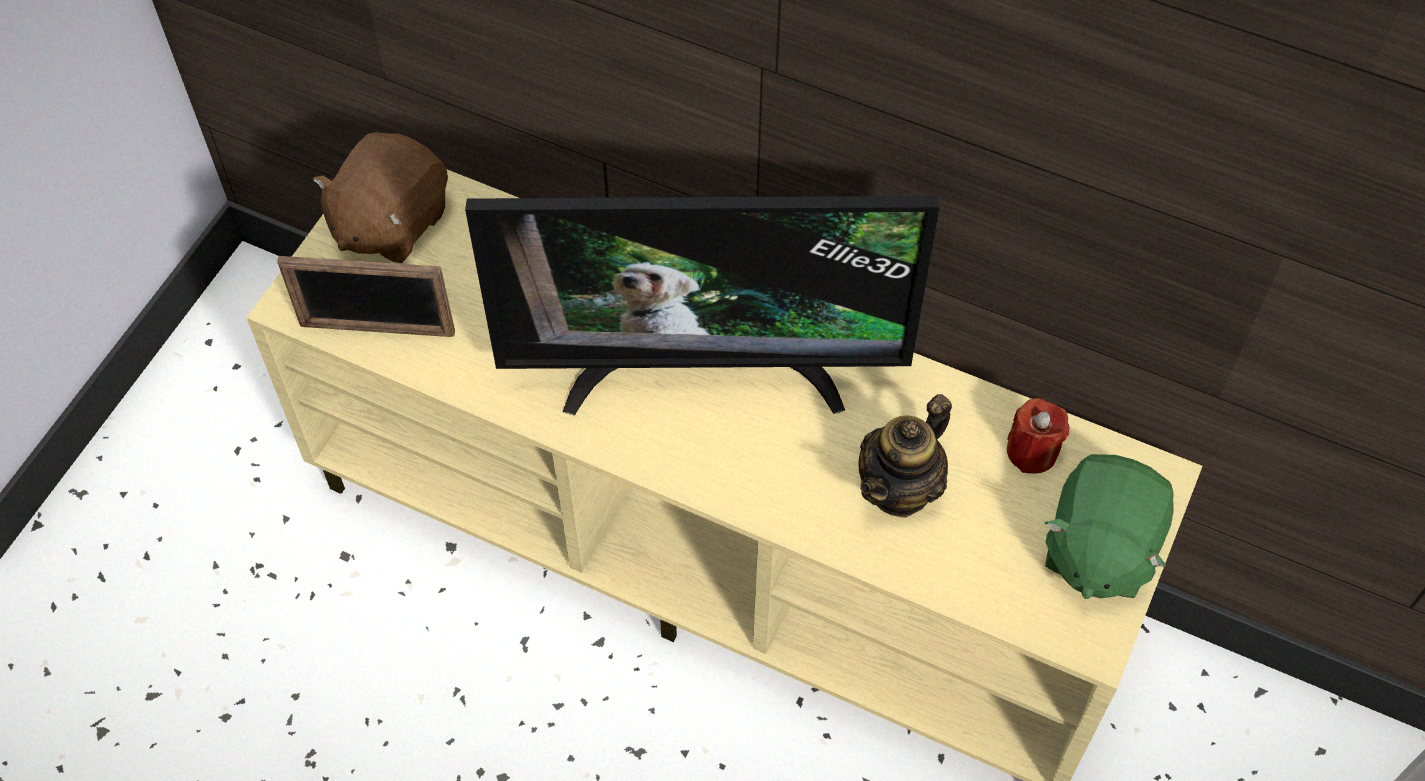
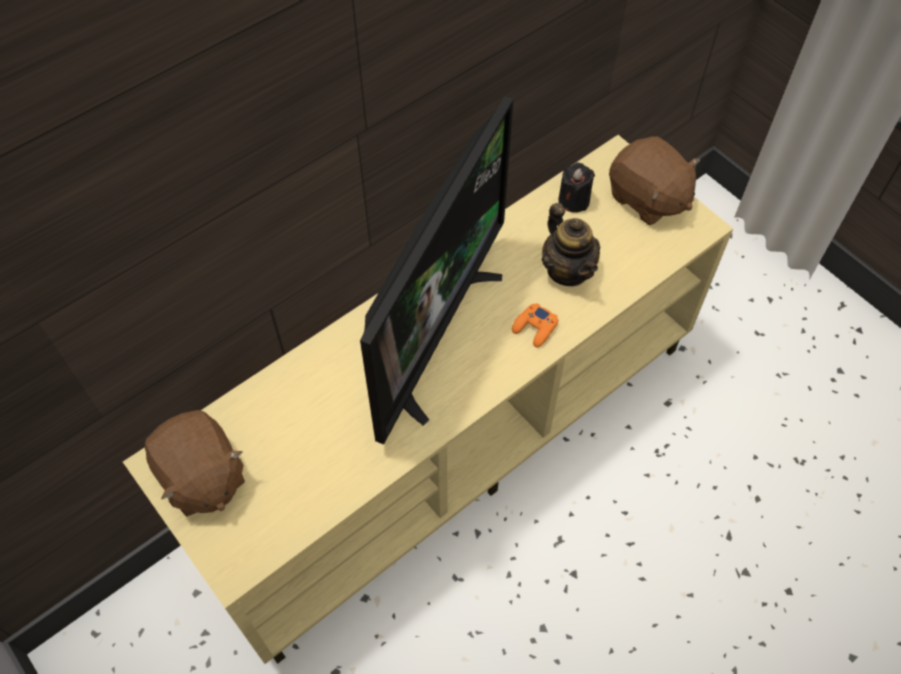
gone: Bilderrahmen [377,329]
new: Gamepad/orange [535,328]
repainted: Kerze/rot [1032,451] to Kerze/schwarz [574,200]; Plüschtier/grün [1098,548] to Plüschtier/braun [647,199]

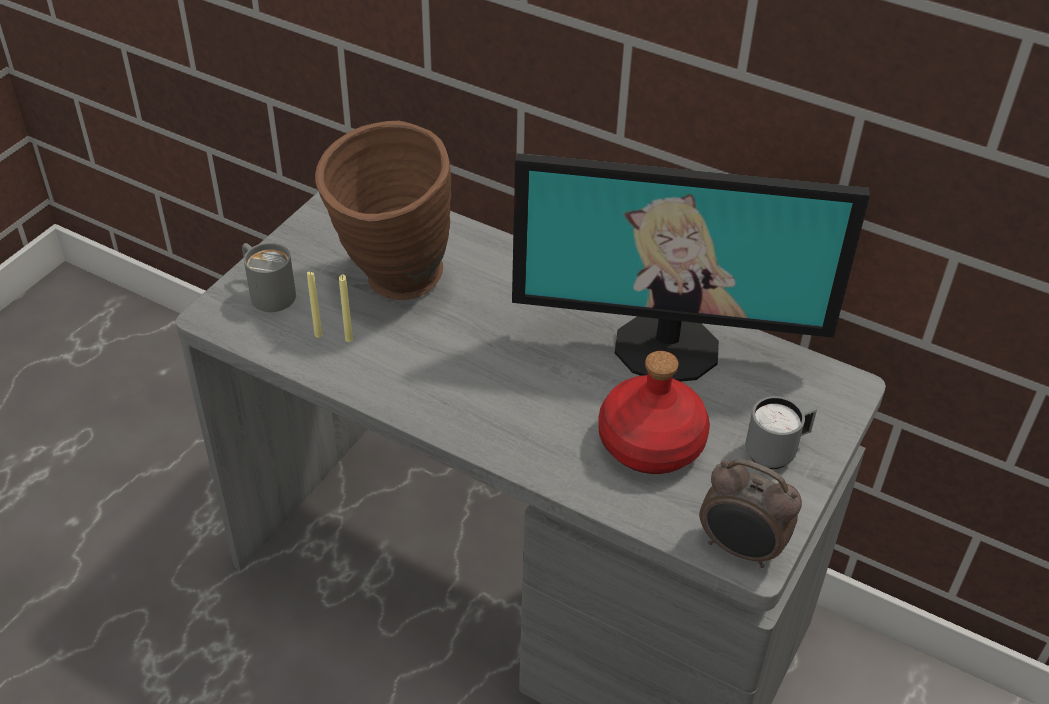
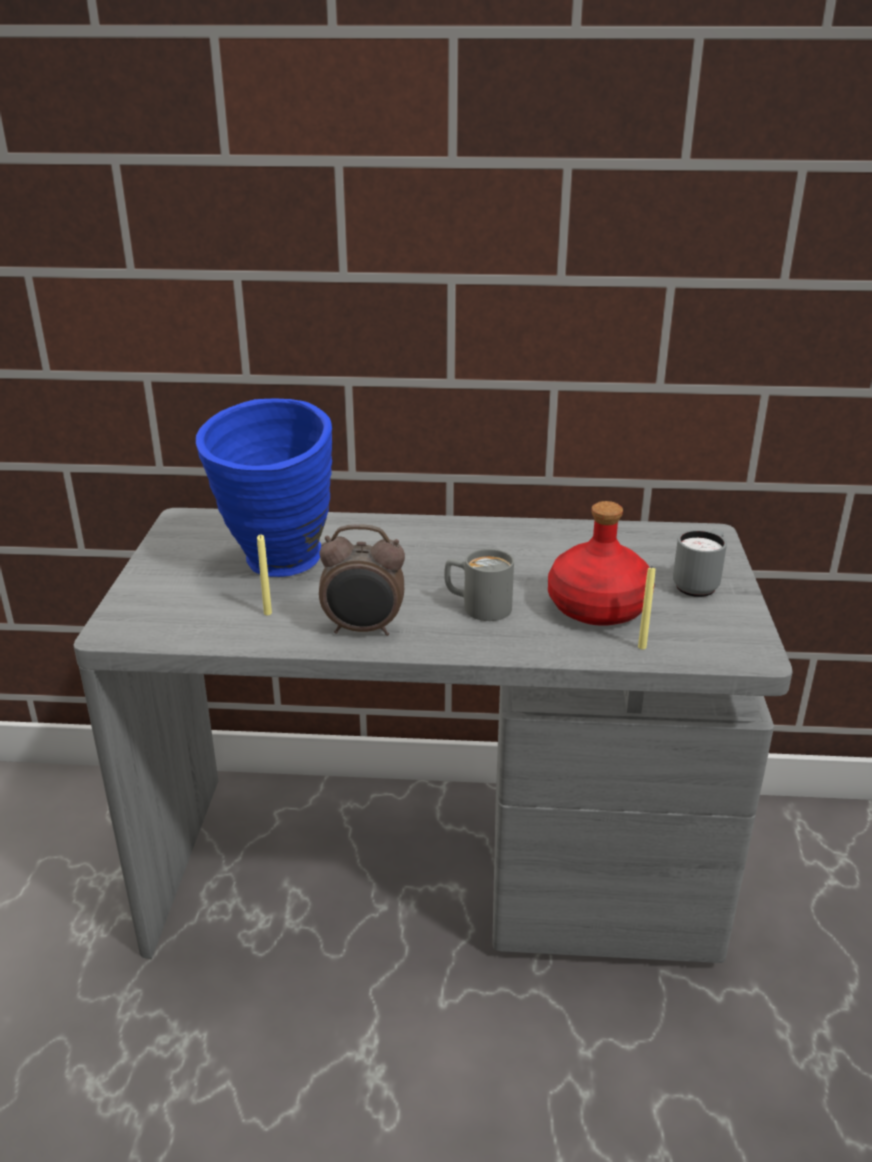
gone: Monitor [667,346]
shifted: Wecker [740,549] to [363,630]; Henkelbecher/grau [267,292] to [477,606]; Kerze/gelb [318,335] to [642,647]
repainted: Vase/braun [391,285] to Vase/blau [277,568]

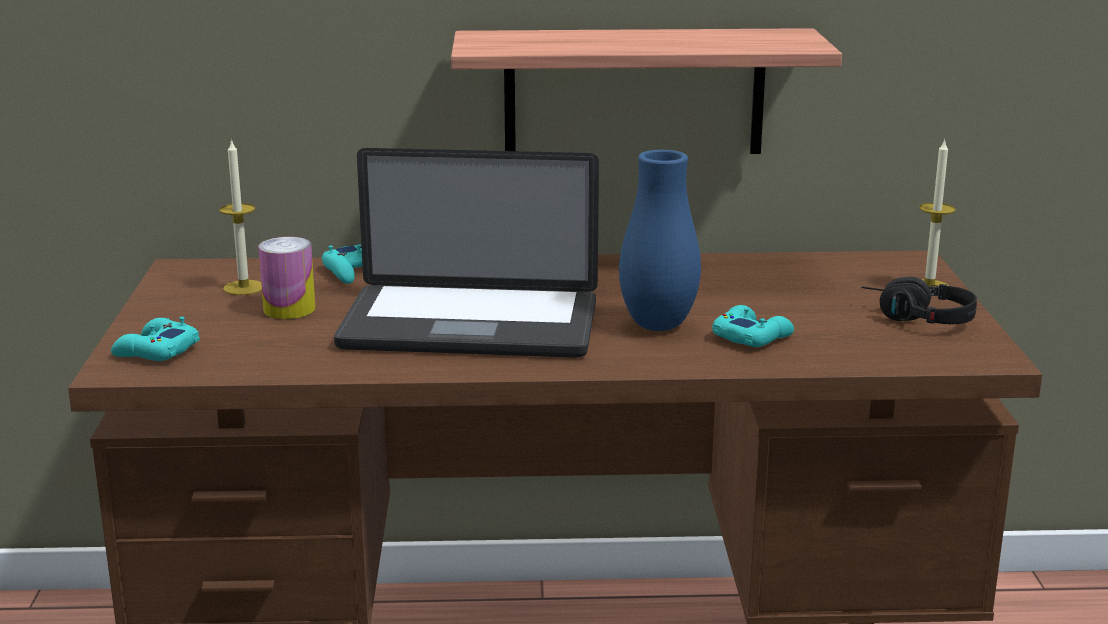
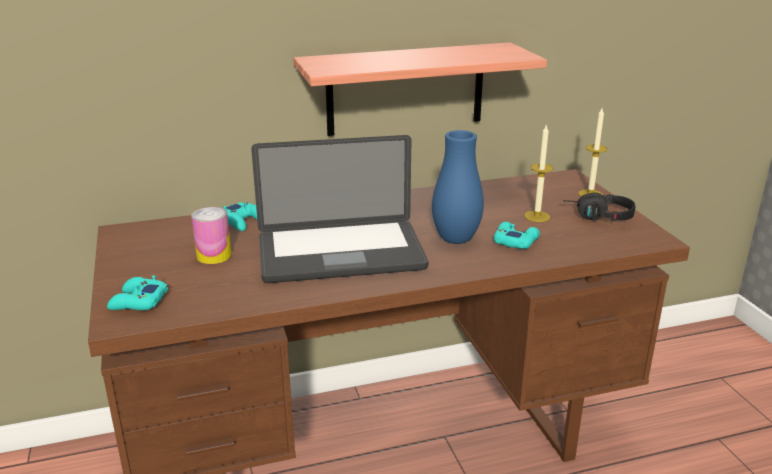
shifted: Kerze [244,288] to [537,216]

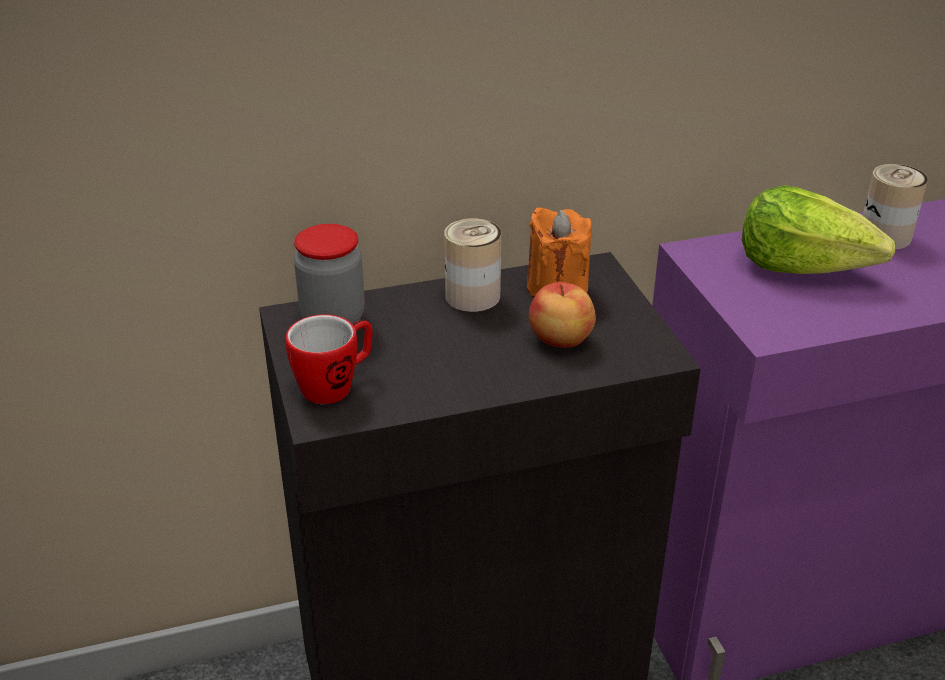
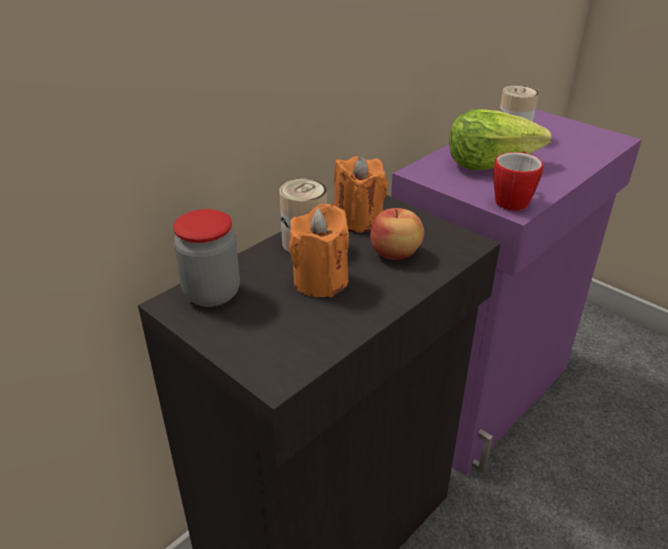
new: Kerze/orange [320,281]
shifted: Henkelbecher [336,385] to [513,199]

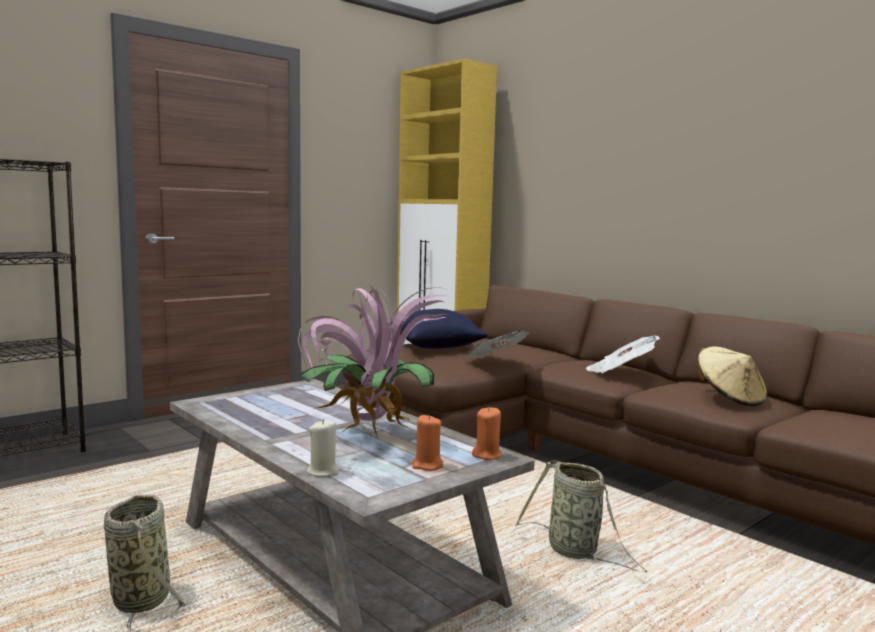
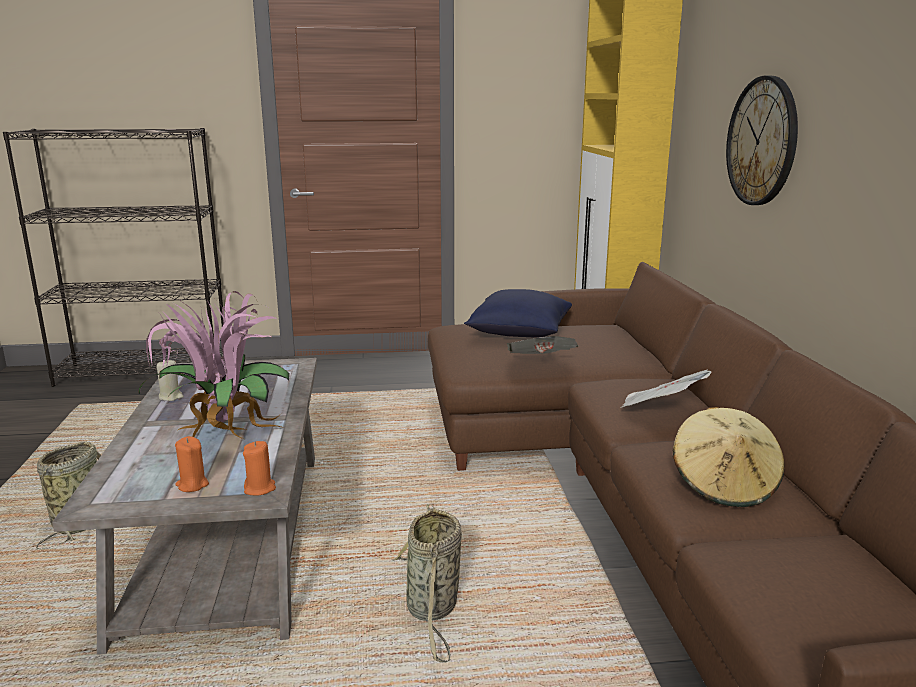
new: Wanduhr [762,141]
shifted: Kerze/beige [323,472] to [171,397]

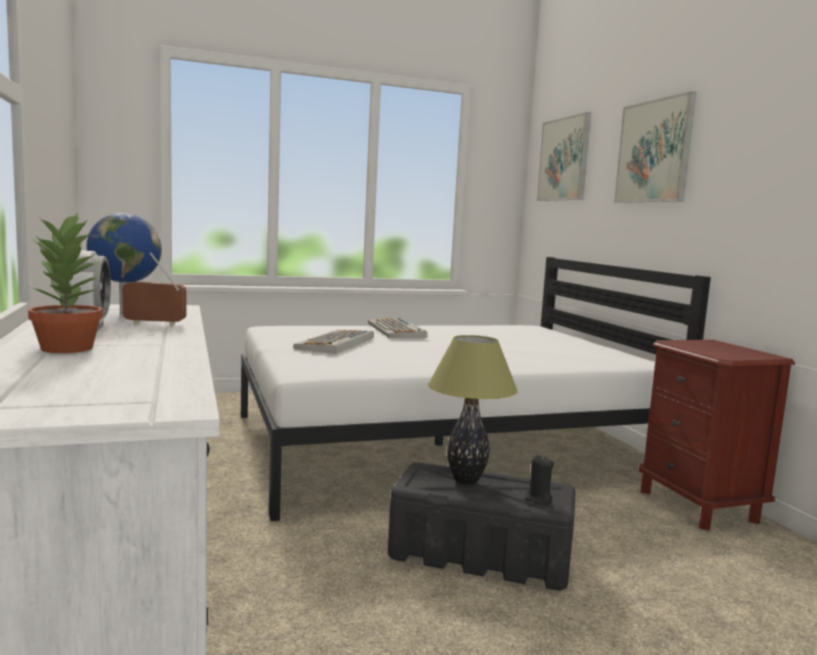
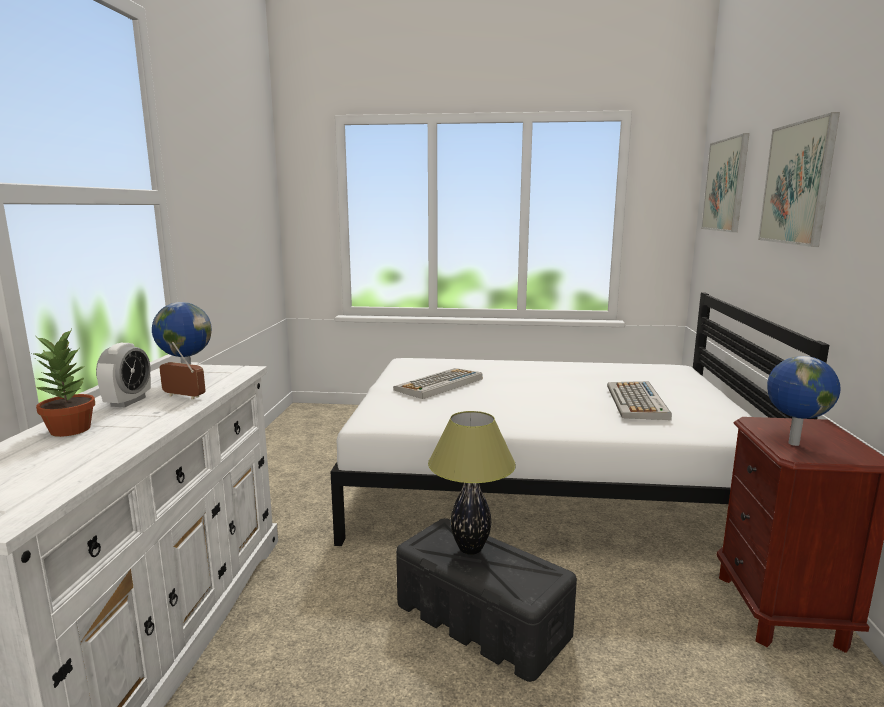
gone: Kerze/schwarz [538,499]
new: Globus [792,443]
shifted: Tastatur [397,330] to [637,402]

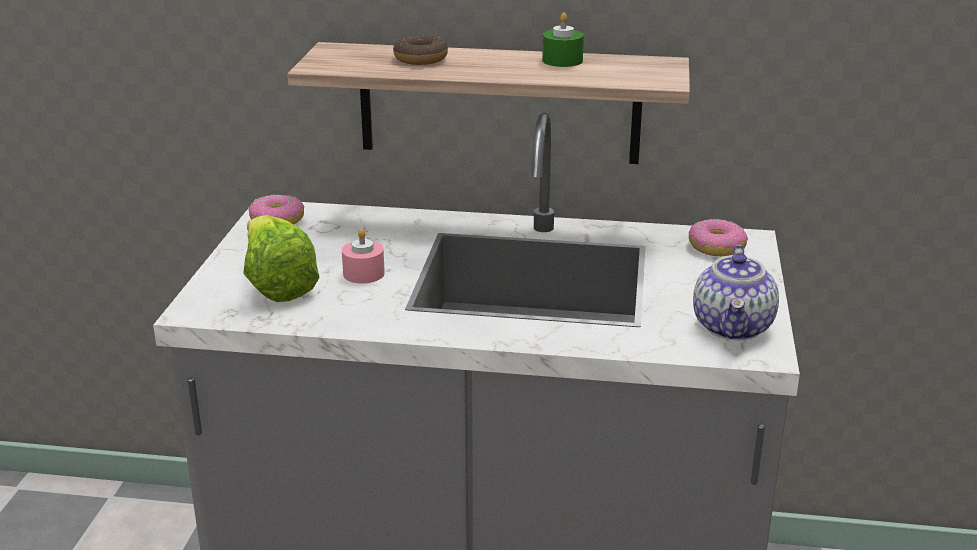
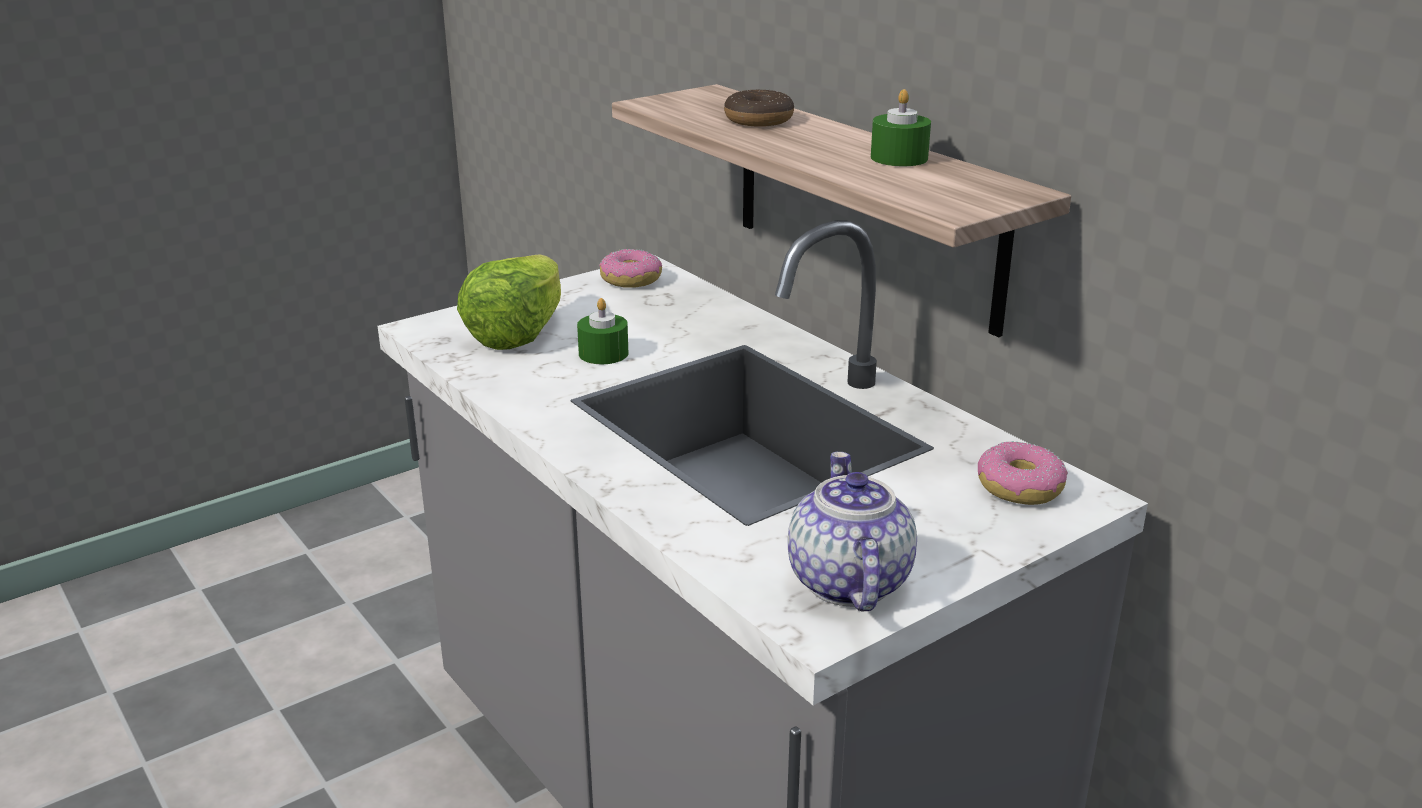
repainted: Kerze/rosa [363,273] to Kerze/grün [603,353]
rotated: Teekanne [734,327] = [847,581] 120 degrees clockwise

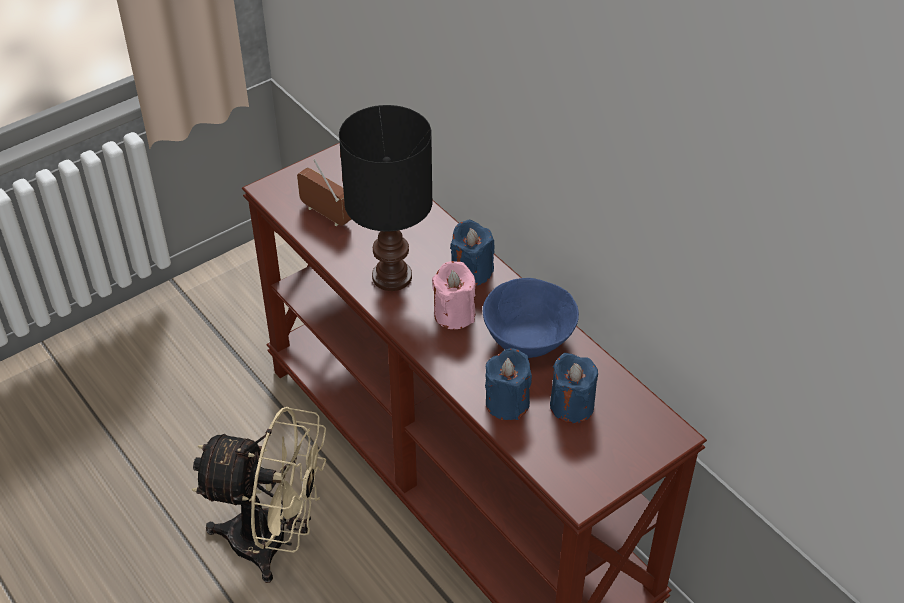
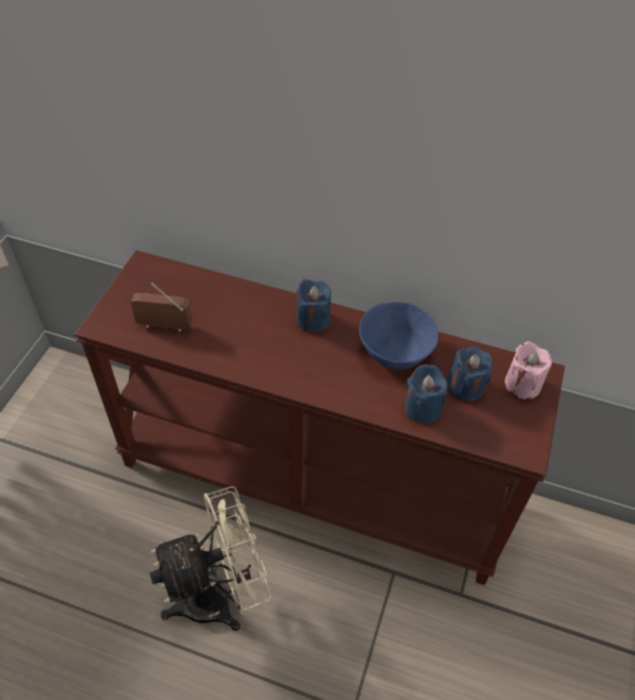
gone: Tischlampe/schwarz [390,276]
shifted: Kerze/rosa [454,314] to [522,385]

